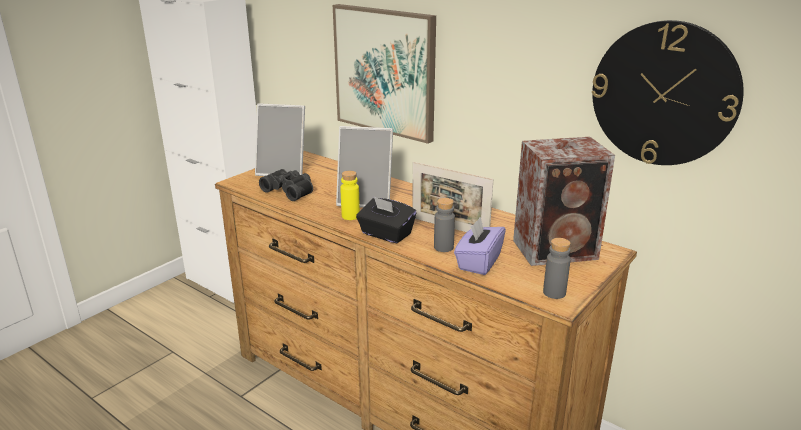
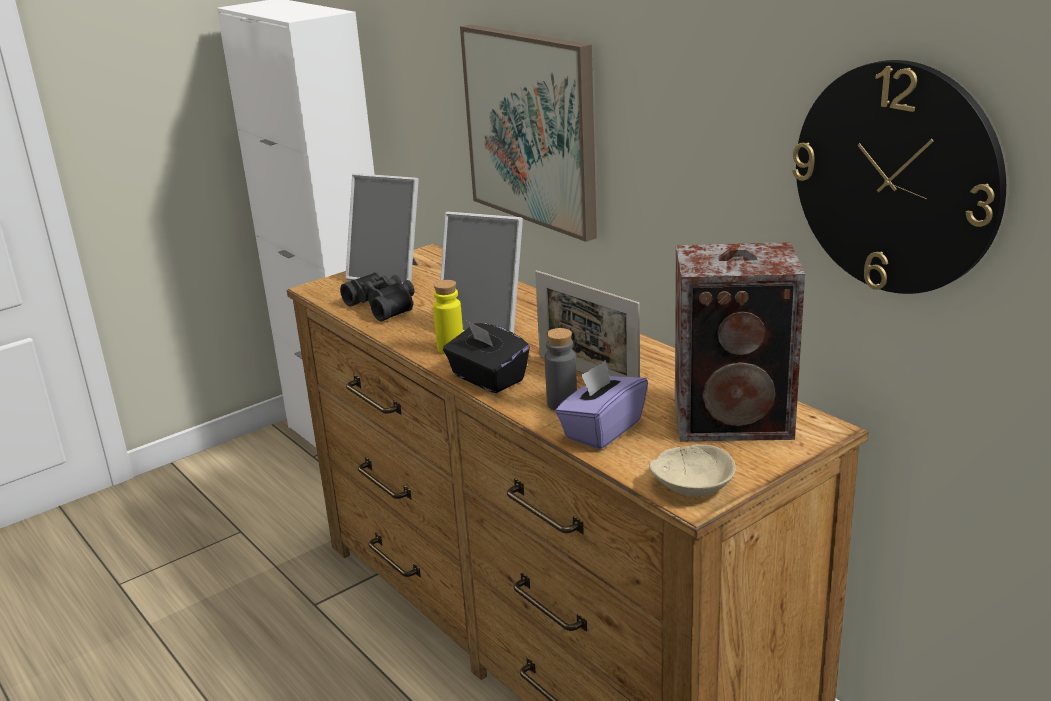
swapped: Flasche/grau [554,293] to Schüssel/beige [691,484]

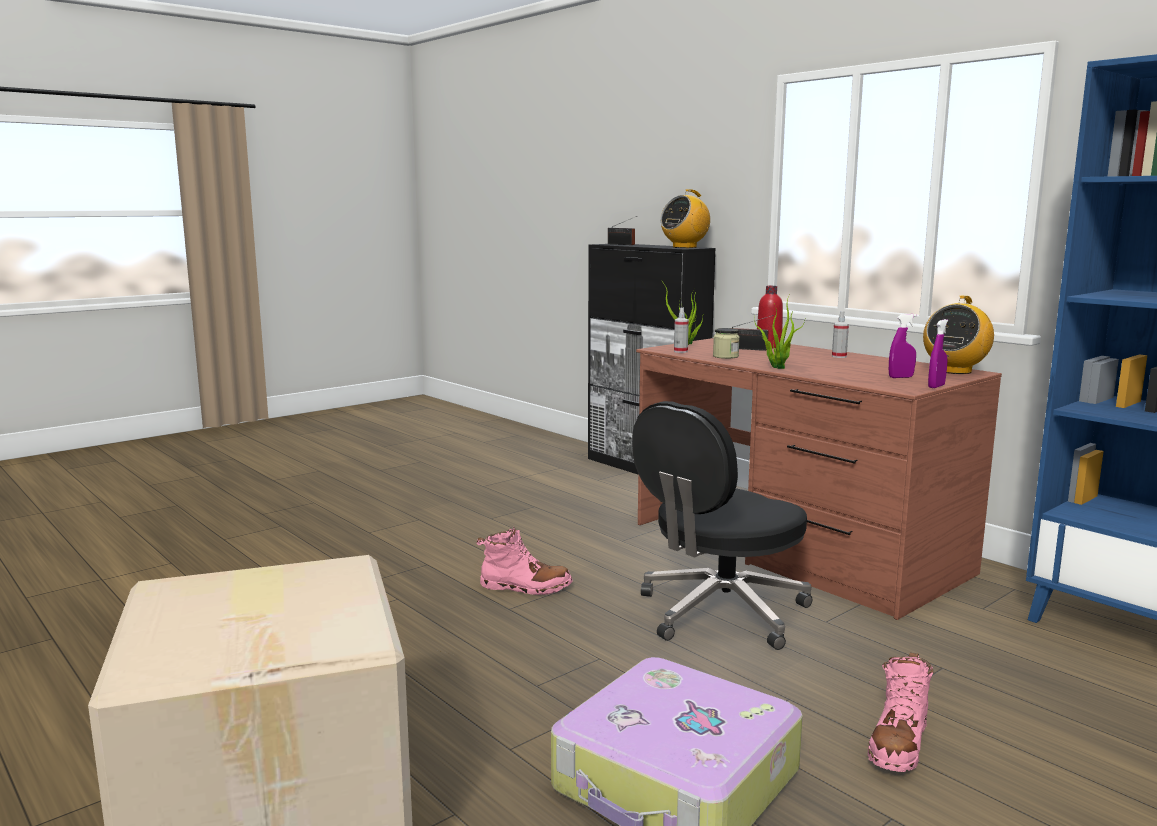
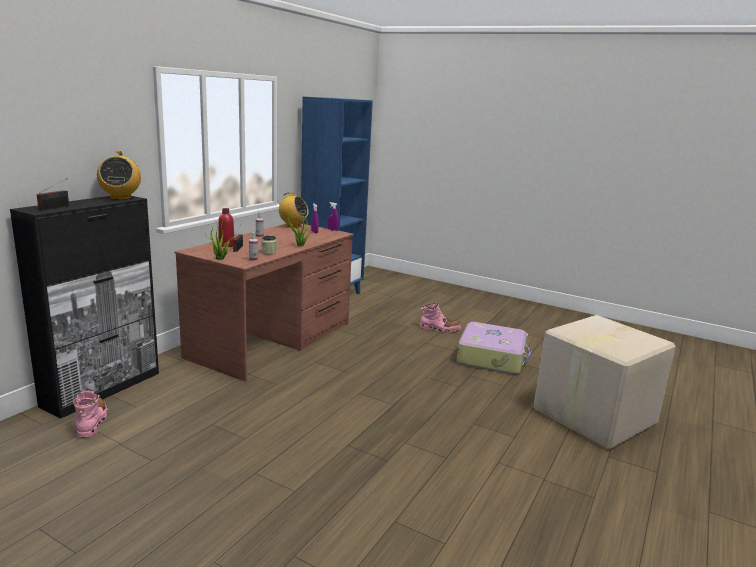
gone: Bürostuhl/schwarz [720,613]
shifted: Stiefel/rosa [525,587] to [92,422]
rotated: Radio [684,247] = [120,198] 45 degrees clockwise

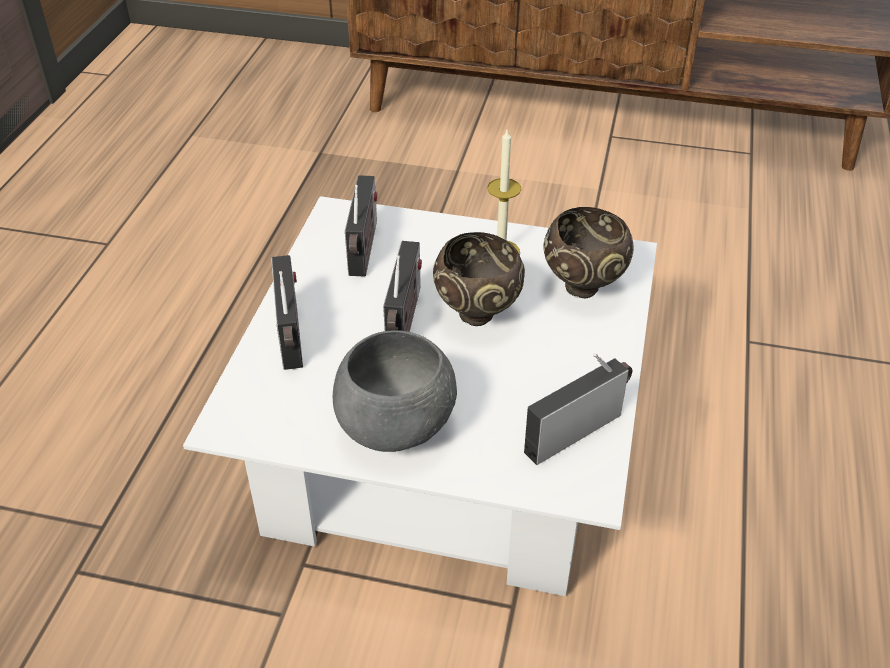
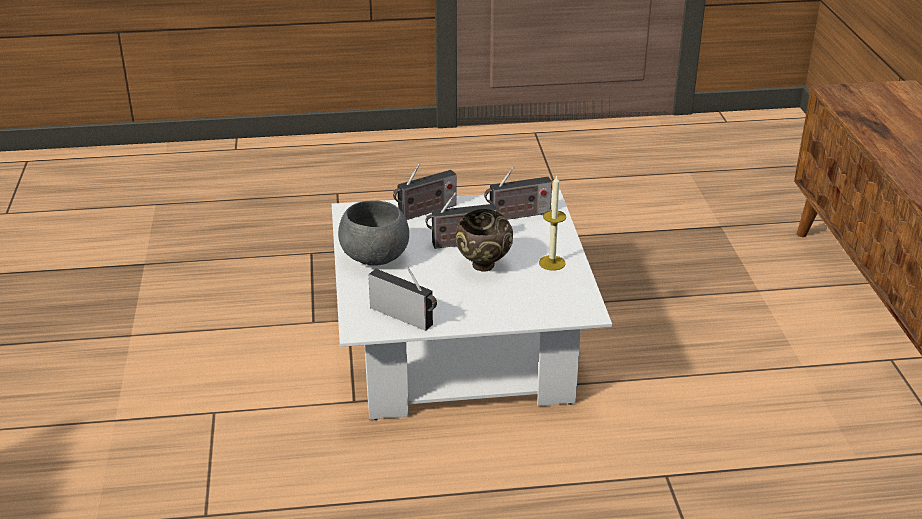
gone: Schüssel/braun [584,287]

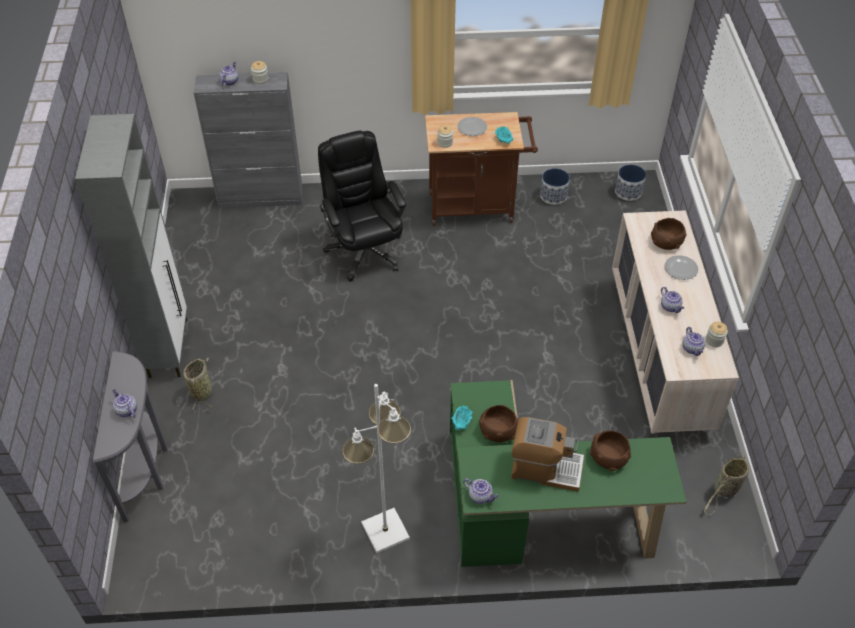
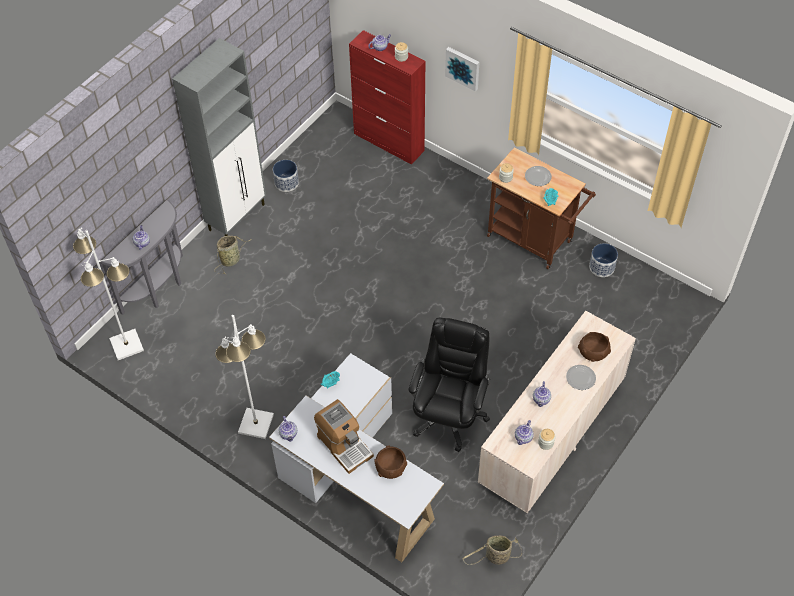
gone: Schüssel/braun [497,430]
new: Stehlampe/weiß [127,344]; Bild [463,67]
shifted: Pflanzkübel [628,191] to [286,183]; Bürostuhl/schwarz [364,250] to [449,415]
repainted: Schreibtisch/grün [535,511] to Schreibtisch/weiß [356,478]; Schrank/grau [261,197] to Schrank/rot [389,142]

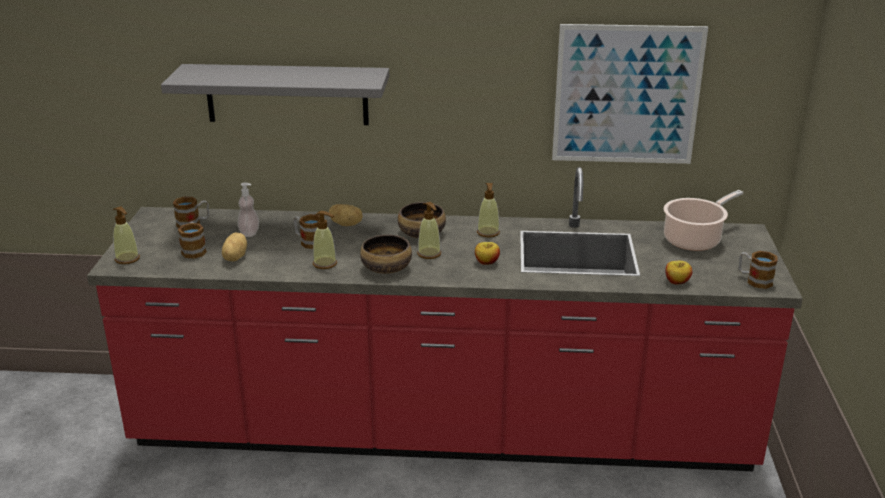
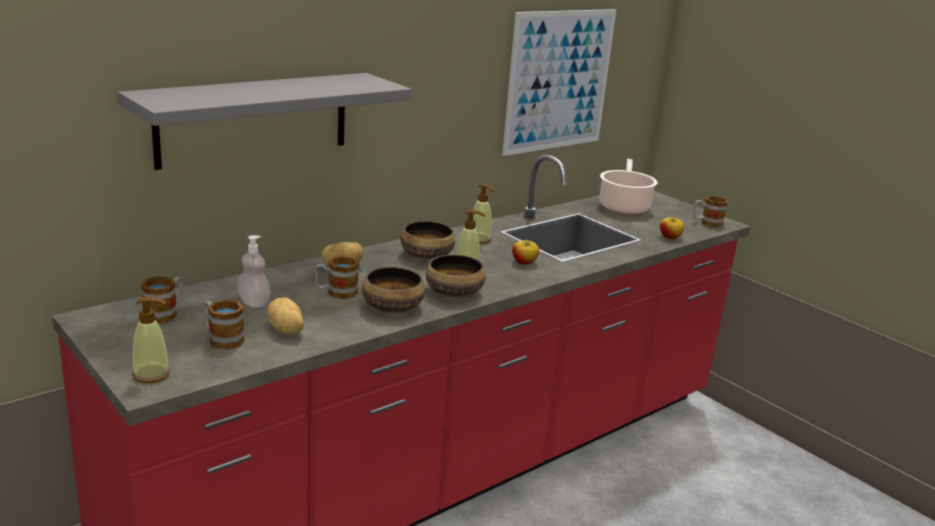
swapped: Seifenspender [325,264] to Schüssel [392,306]

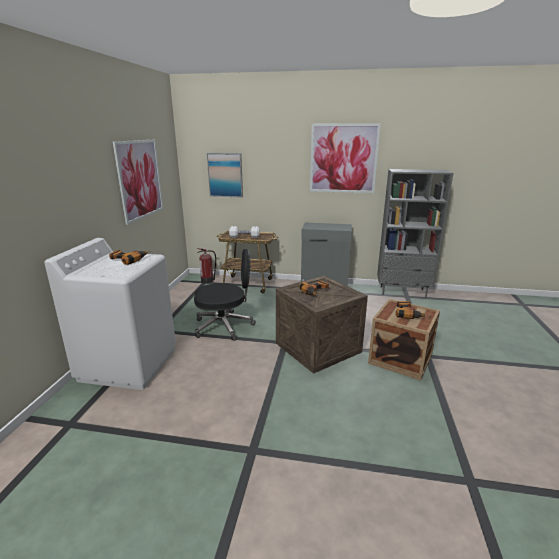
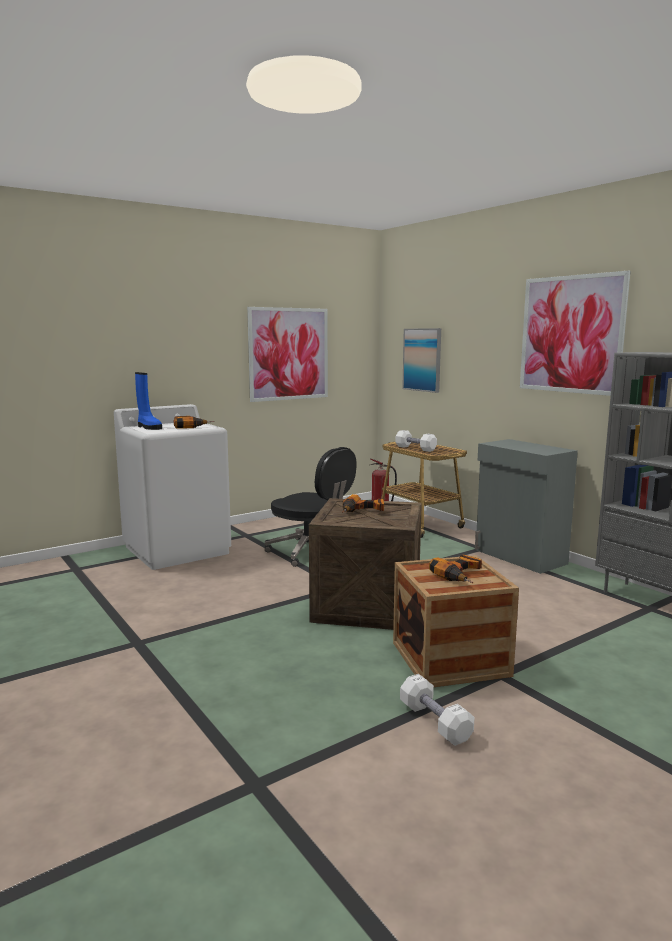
new: Stiefel/blau [148,427]; Hantel/weiß [435,722]

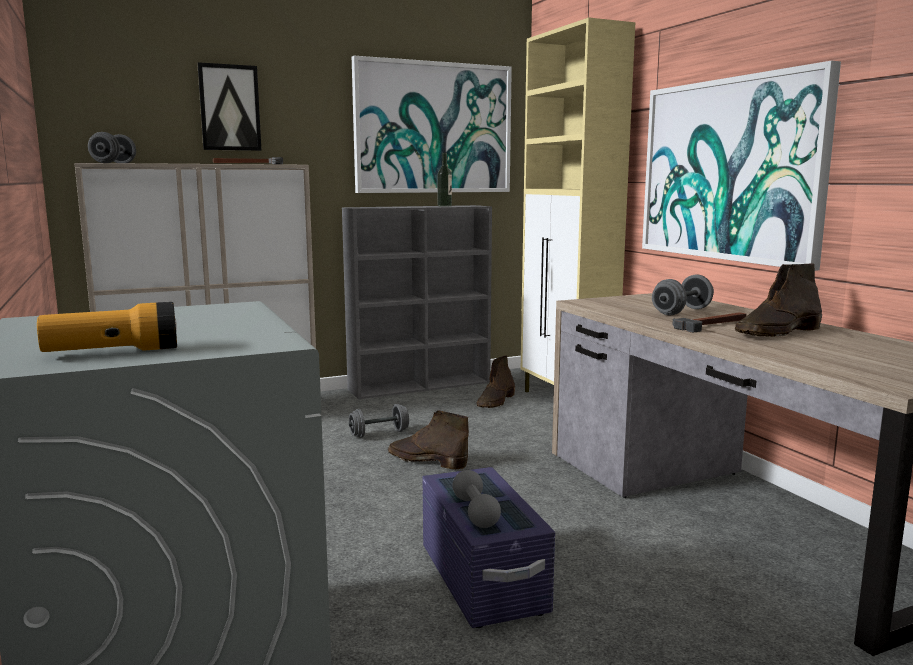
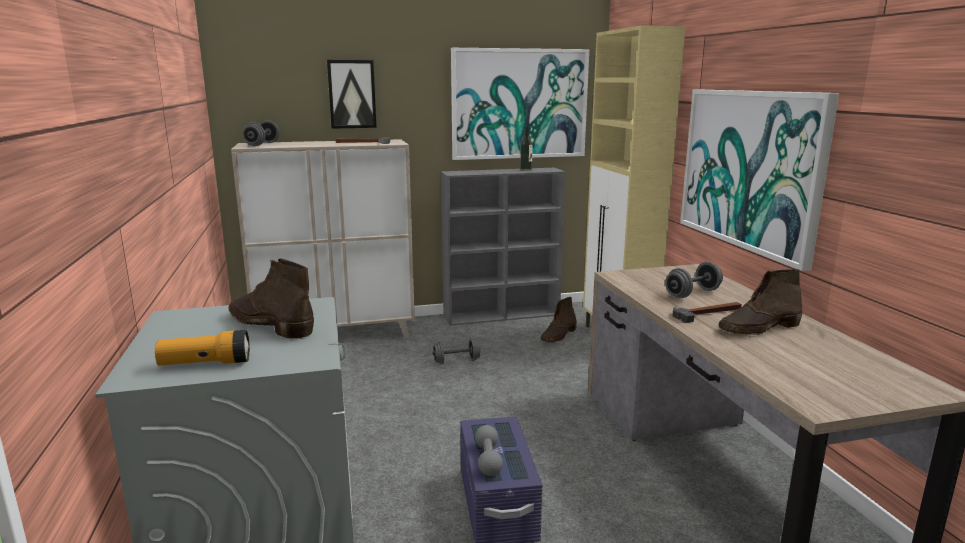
shifted: Stiefel/braun [426,460] to [270,324]

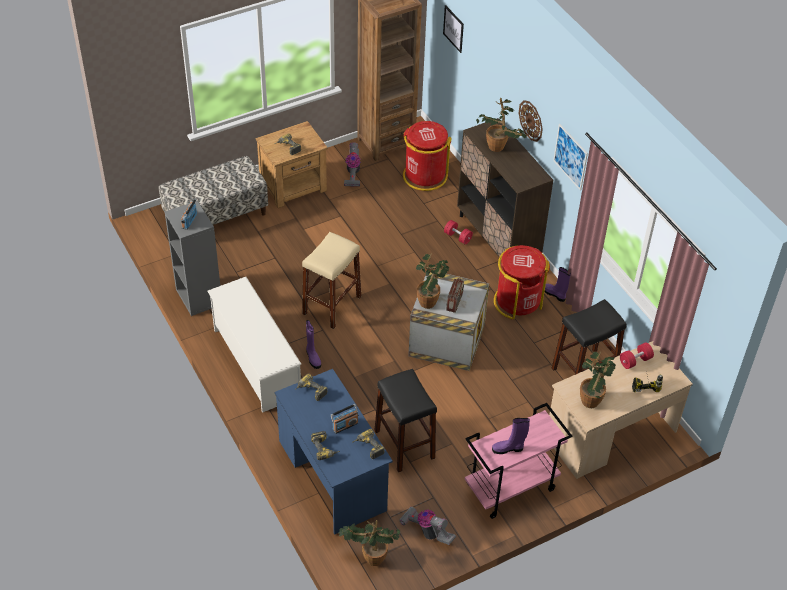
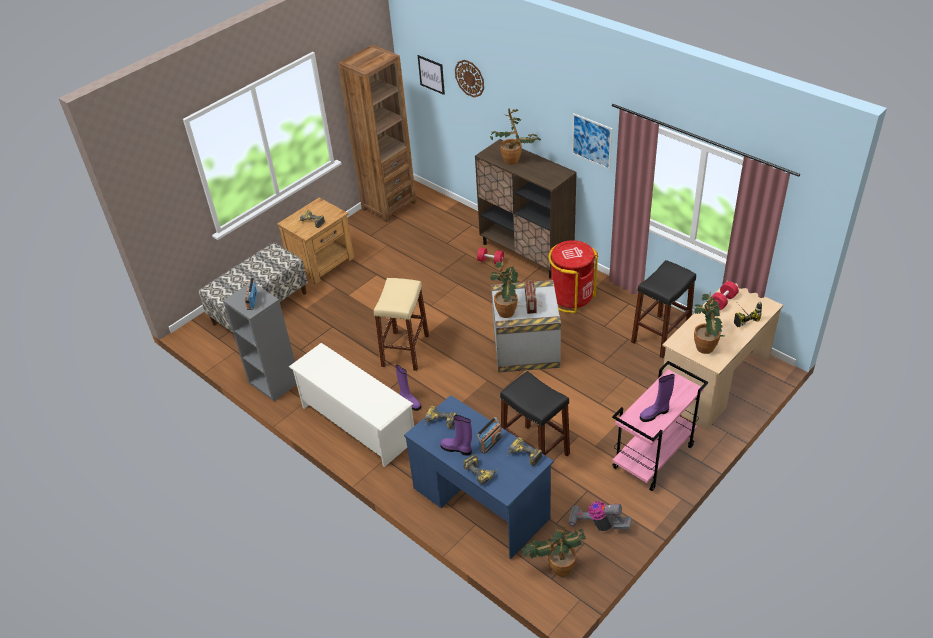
gone: Staubsauger [352,173]; Mülleimer/rot [424,176]
shifted: Stiefel/lila [555,294] to [457,449]; Wanduhr [531,120] to [470,78]

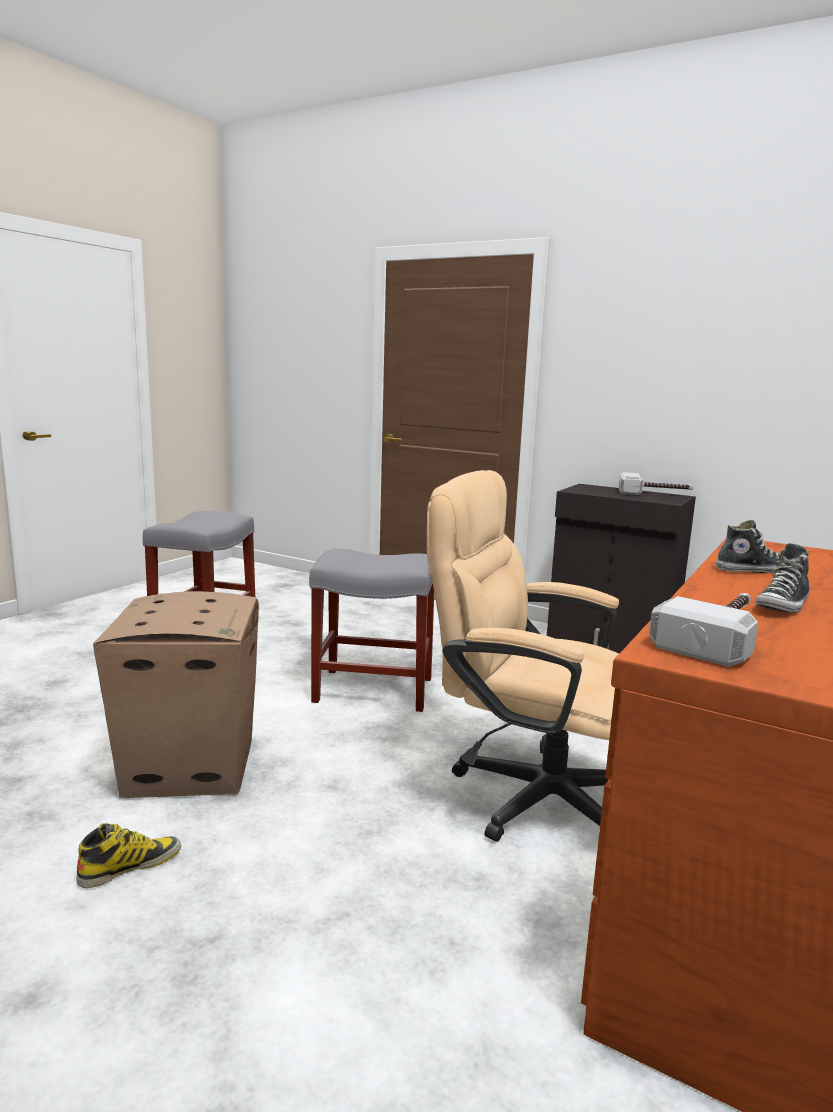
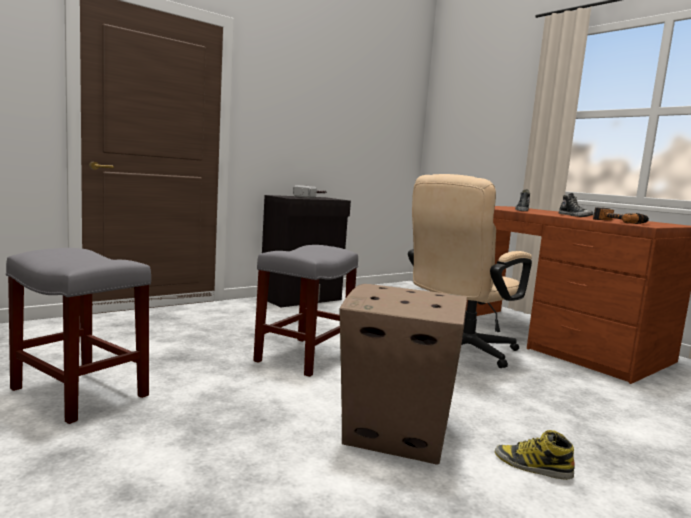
swapped: Hammer [718,635] to Bohrmaschine [620,222]
rotated: Stiefel [130,866] = [532,466] 45 degrees counterclockwise

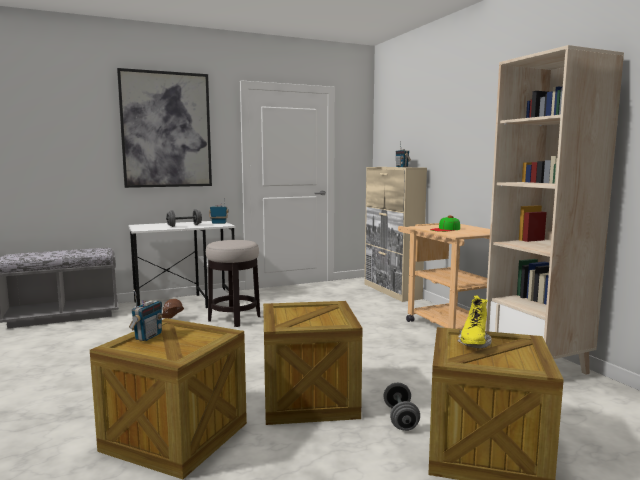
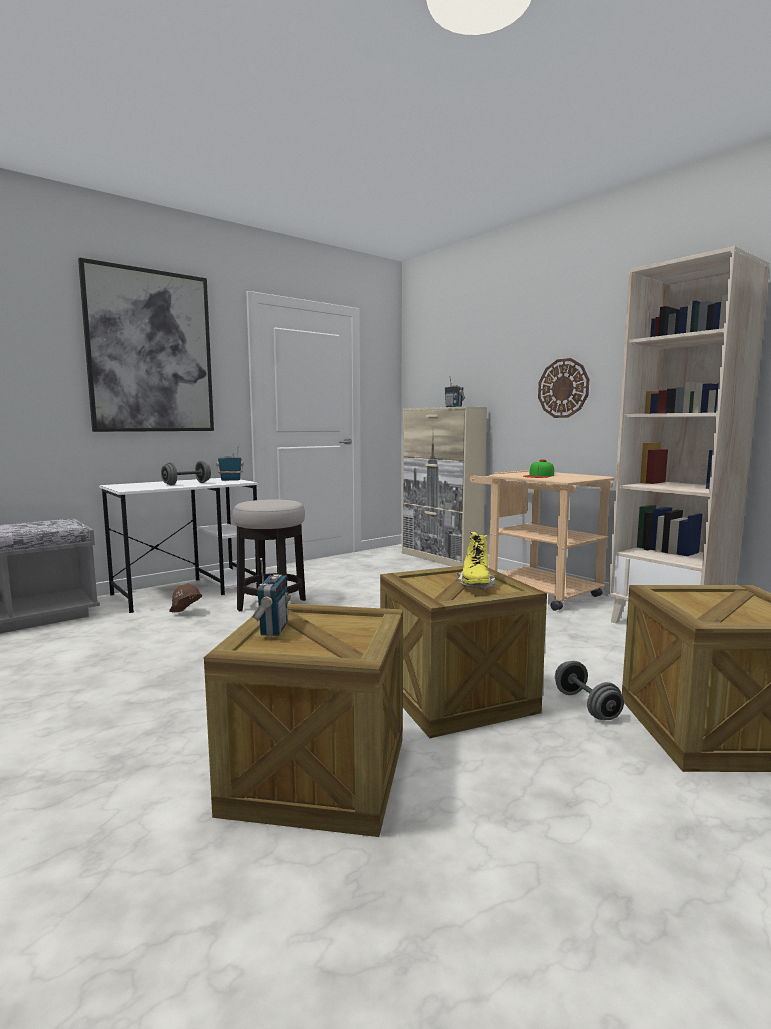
new: Wanduhr [563,388]
shifted: Stiefel/gelb [474,344] to [475,585]

